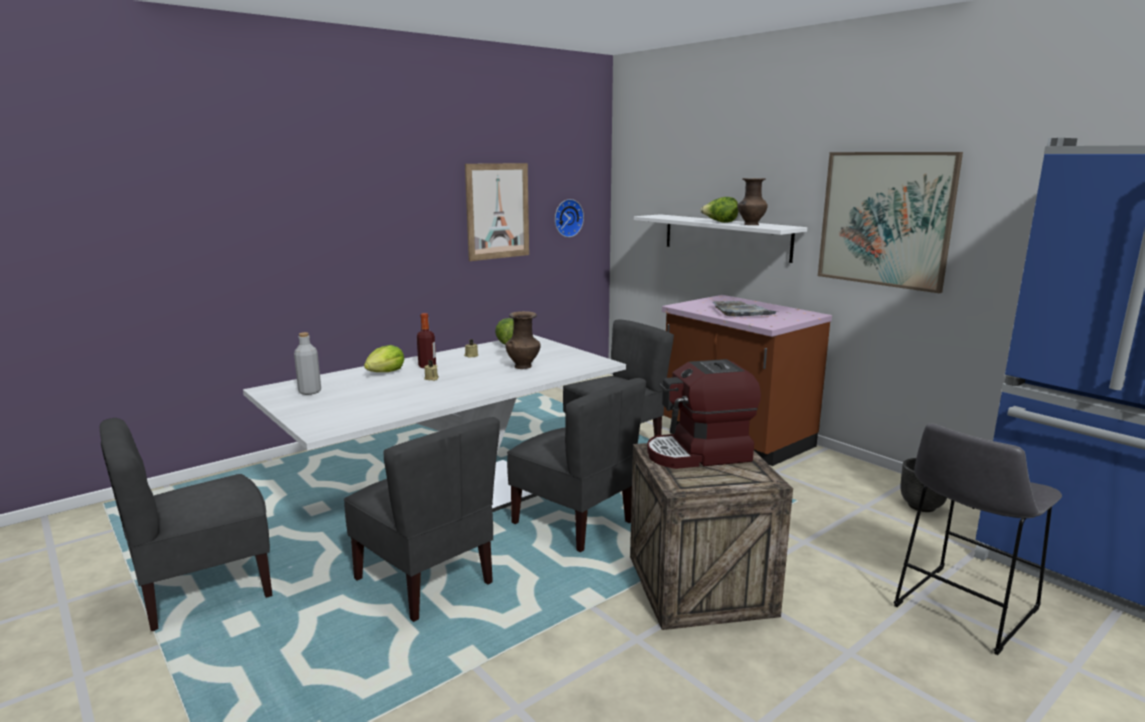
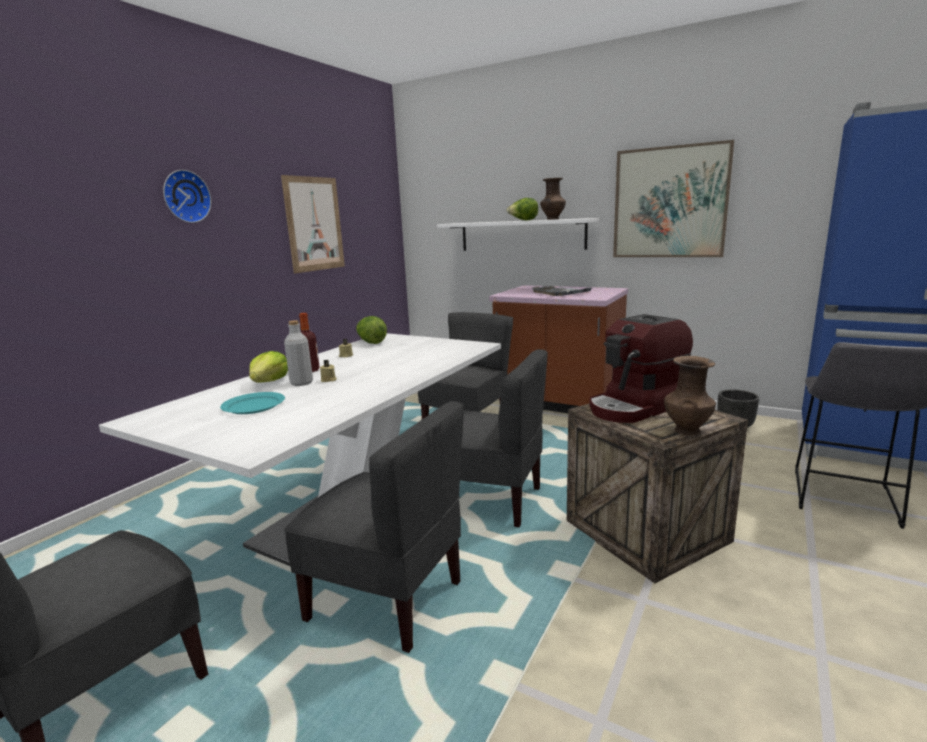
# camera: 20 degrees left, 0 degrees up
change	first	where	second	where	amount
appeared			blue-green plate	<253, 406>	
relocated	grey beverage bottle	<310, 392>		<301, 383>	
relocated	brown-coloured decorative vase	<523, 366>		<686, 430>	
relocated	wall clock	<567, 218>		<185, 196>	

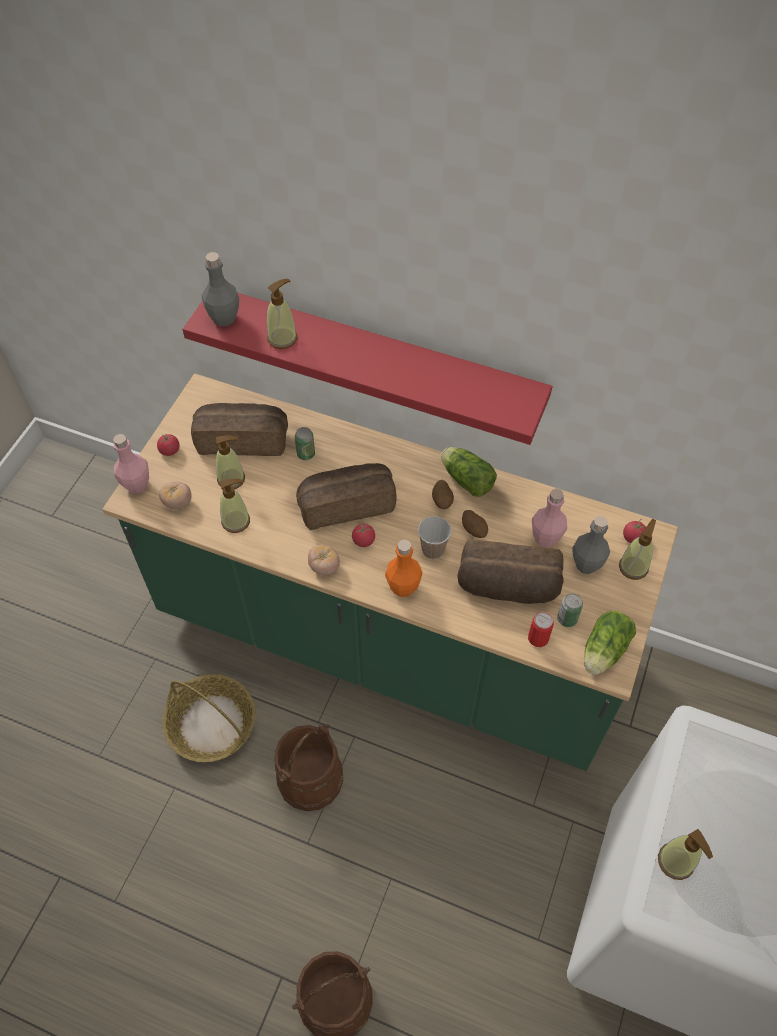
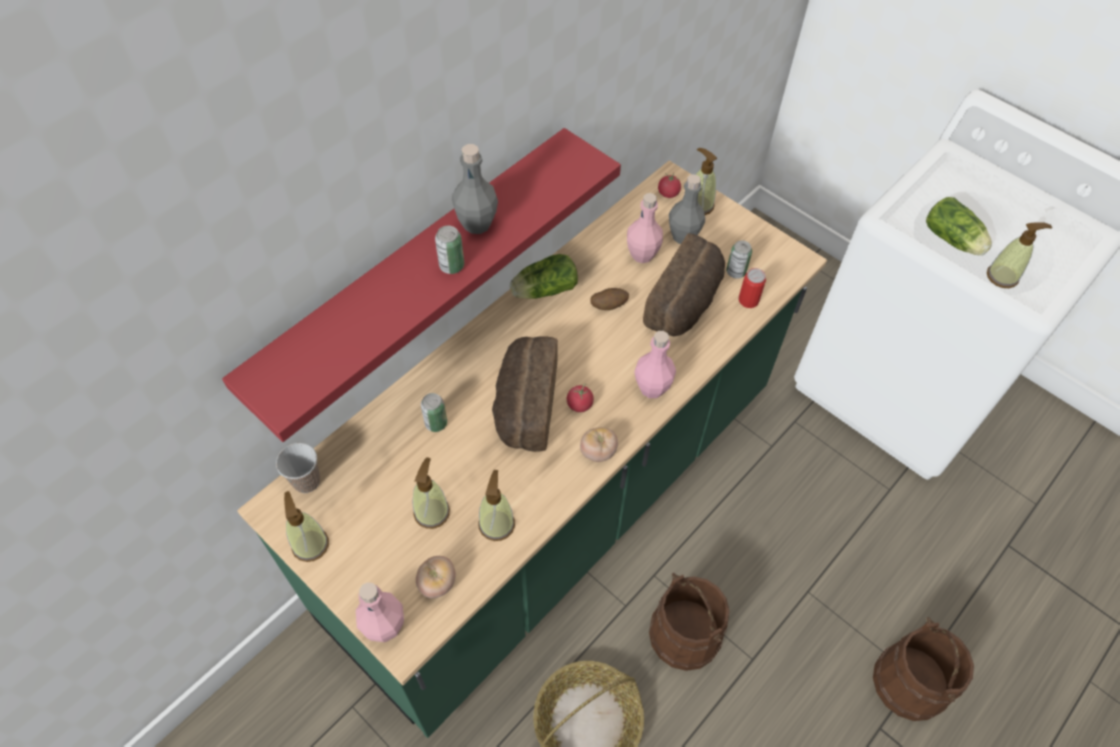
# camera: 70 degrees left, 0 degrees up
change	first	where	second	where	amount
missing	fresh tomato	<169, 450>			
missing	baked bread	<243, 439>			
missing	whole potato	<442, 501>			
appeared			metal can	<451, 266>	
relocated	grey beverage bottle	<224, 318>		<477, 224>	
relocated	liquid soap bottle	<282, 338>		<310, 544>	
relocated	drinking cup	<433, 550>		<306, 481>	
relocated	lettuce head	<603, 652>		<953, 241>	
colour	orangey beverage bottle	<403, 587>	pinkish beverage bottle	<652, 388>	

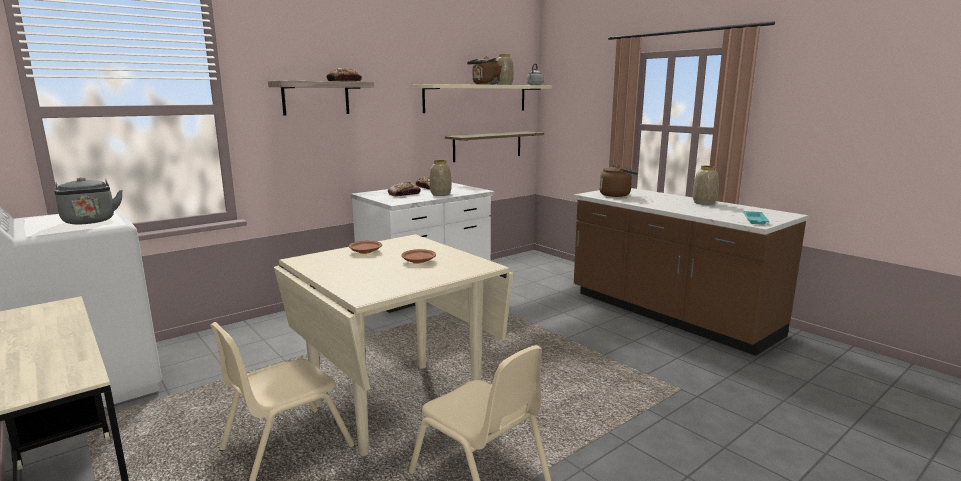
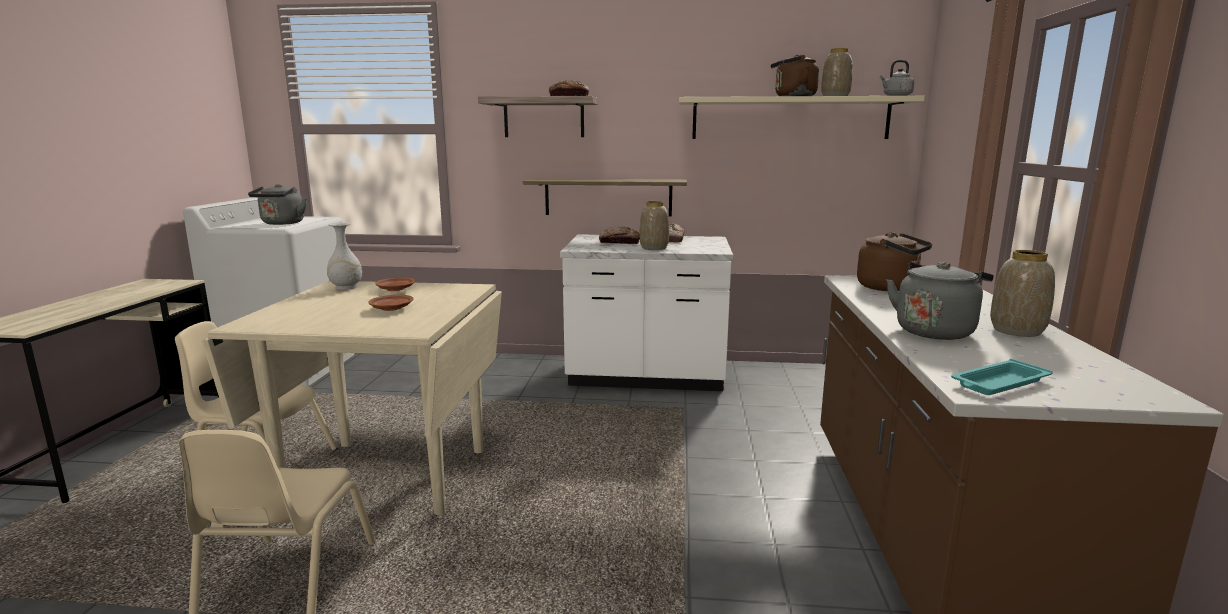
# camera: 45 degrees right, 0 degrees up
change	first	where	second	where	amount
appeared			white-coloured decorative vase	<346, 287>	
appeared			grey tea kettle	<935, 331>	
relocated	wall shelf	<487, 146>		<608, 197>	

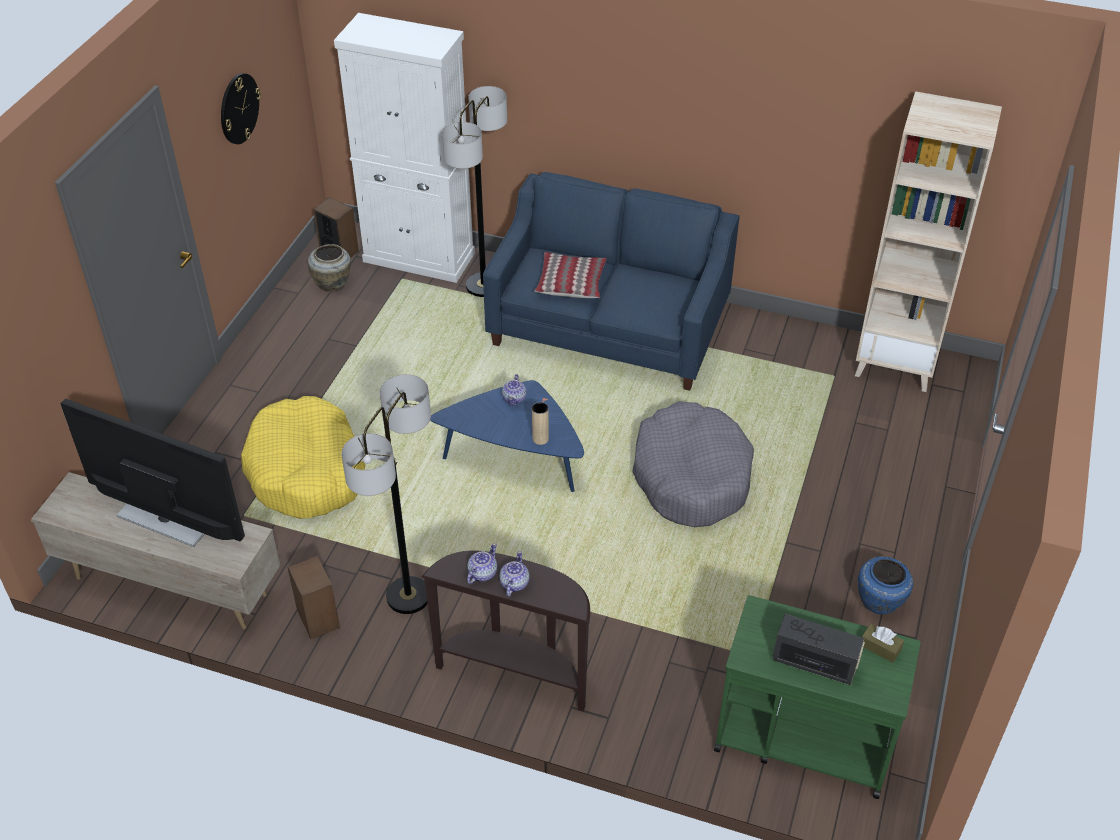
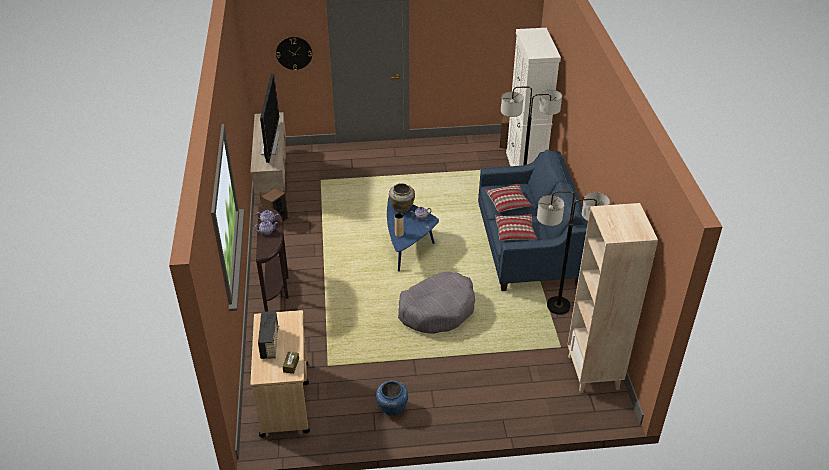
# camera: 65 degrees right, 5 degrees down
change	first	where	second	where	amount
missing	yellow-coloured pet bed	<306, 471>			
appeared			pillow	<515, 232>	
relocated	wall clock	<239, 108>		<294, 53>	
relocated	sand-coloured decorative vase	<333, 284>		<401, 208>	
relocated	standing lamp	<408, 596>		<558, 306>	
colour	green wheeled cart	<802, 738>	sand-coloured wheeled cart	<285, 398>	

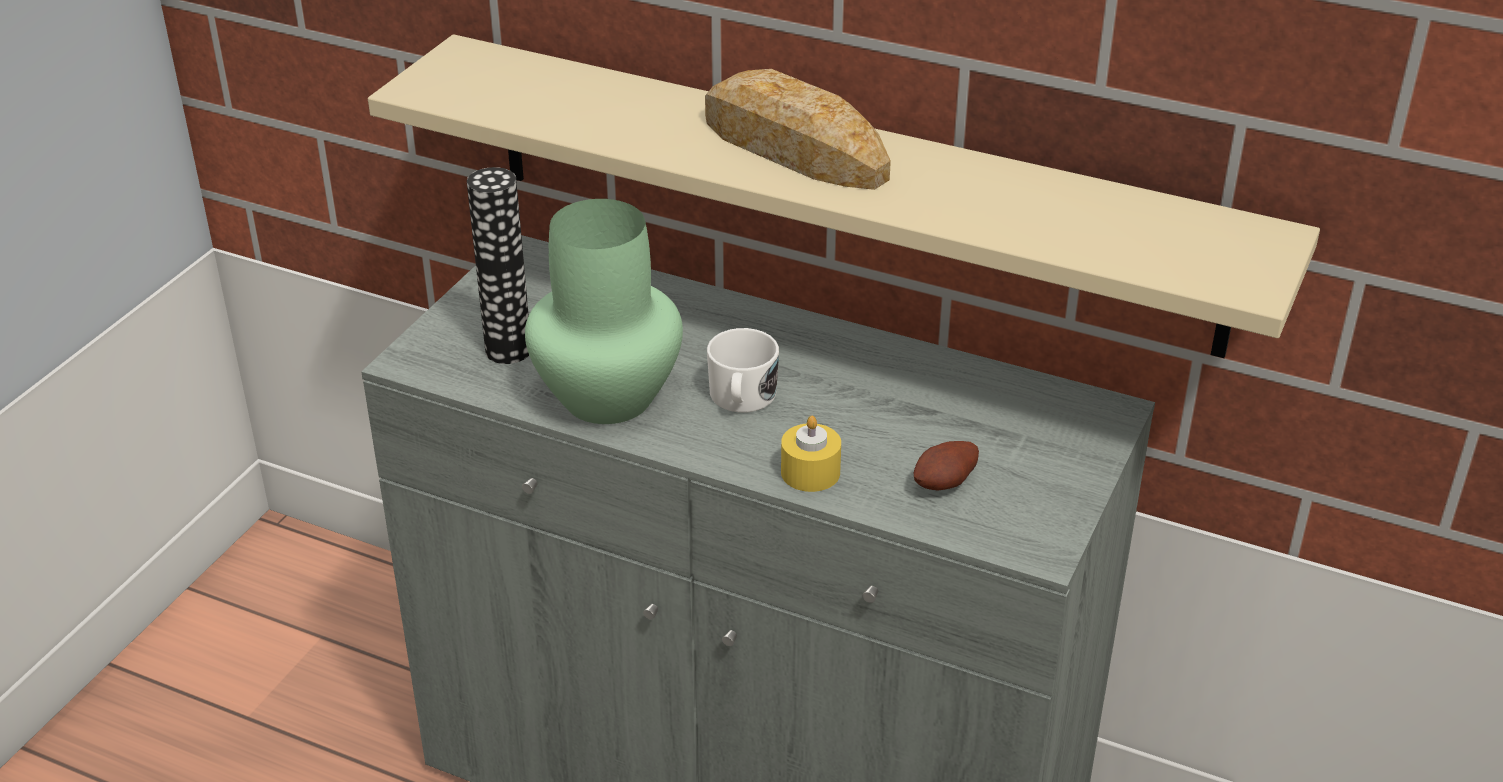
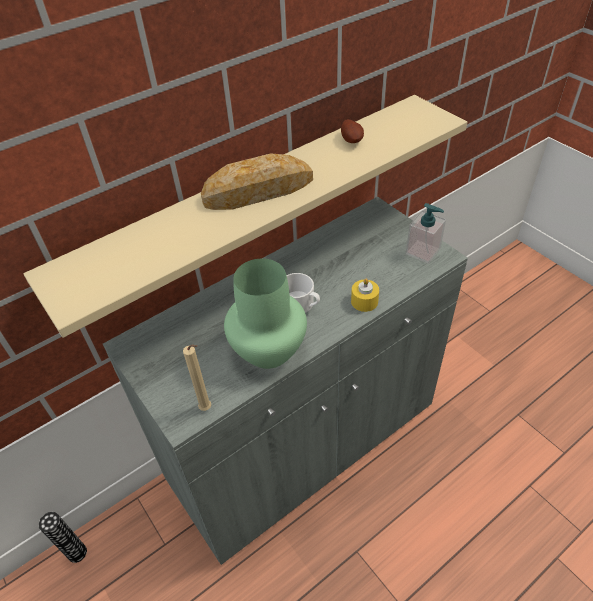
# camera: 60 degrees left, 10 degrees up
change	first	where	second	where	amount
appeared			sand-coloured wax candle	<207, 409>	
appeared			liquid soap bottle	<423, 252>	
relocated	decorative vase	<508, 350>		<77, 553>	
relocated	whole potato	<946, 484>		<352, 140>	

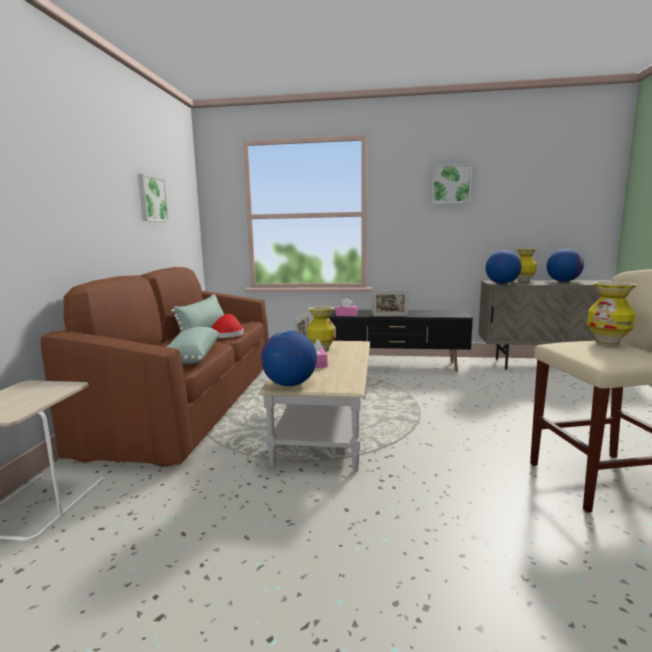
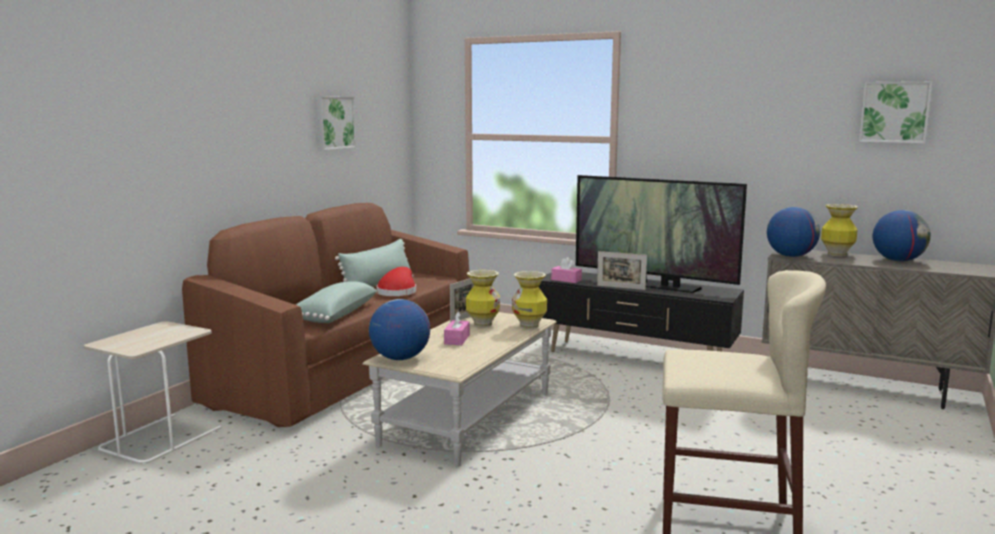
# camera: 20 degrees right, 0 degrees up
change	first	where	second	where	amount
appeared			TV	<653, 285>	
relocated	wall picture	<451, 184>		<894, 112>	
relocated	decorative vase	<607, 343>		<529, 326>	

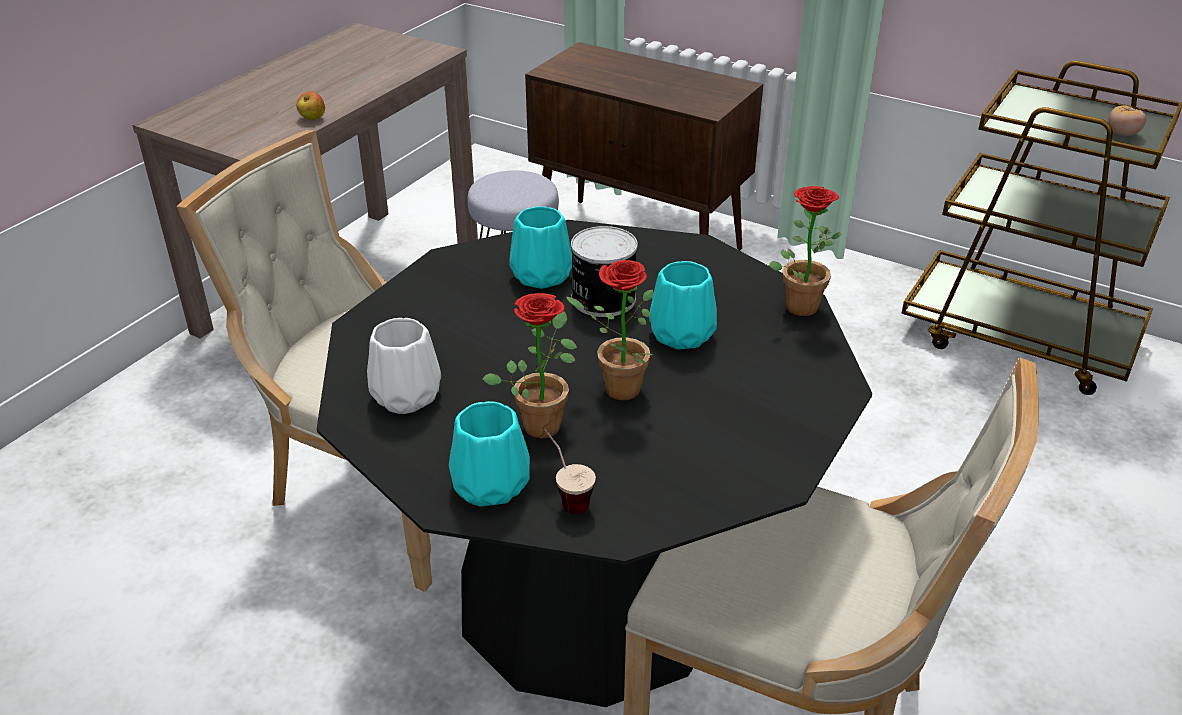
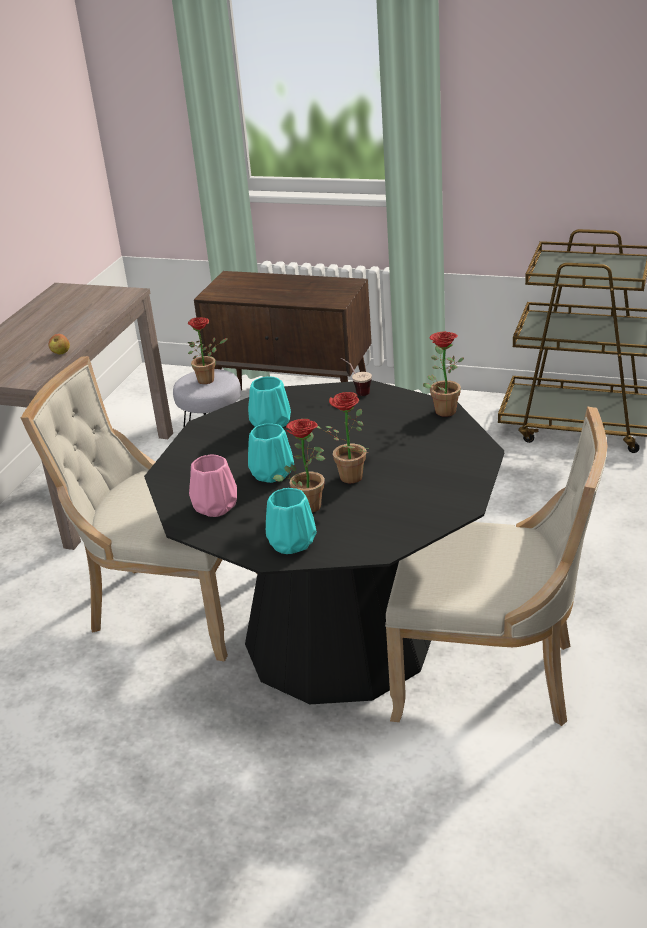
# camera: 10 degrees left, 5 degrees down
change	first	where	second	where	amount
missing	metal can	<601, 299>			
missing	fresh tomato	<1122, 134>			
appeared			plant in a pot	<209, 379>	
relocated	drinking cup	<566, 497>		<356, 391>	
relocated	blue-green decorative vase	<683, 334>		<272, 472>	
colour	white-coloured decorative vase	<407, 396>	pinkish decorative vase	<216, 506>	

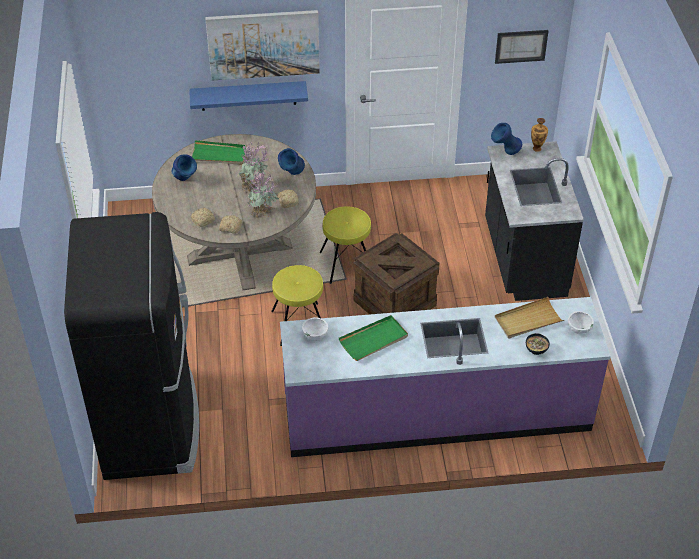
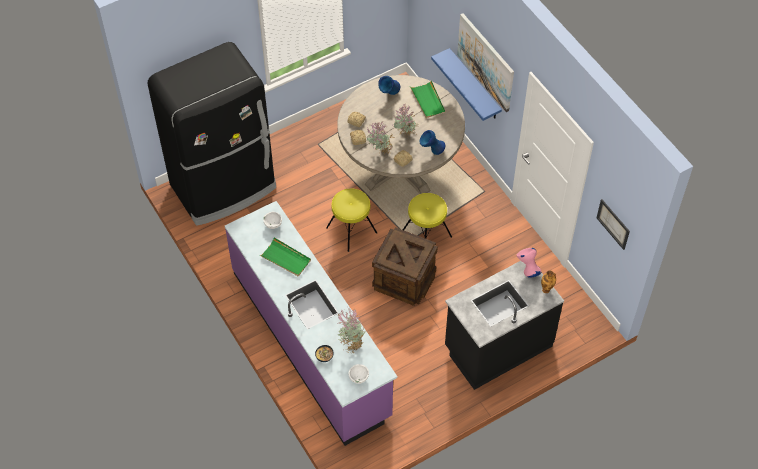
# camera: 65 degrees right, 10 degrees up
change	first	where	second	where	amount
exchanged	sand-coloured tray	<528, 320>	plant in a pot	<351, 343>	
colour	blue-coloured decorative vase	<505, 152>	pinkish decorative vase	<527, 270>	

